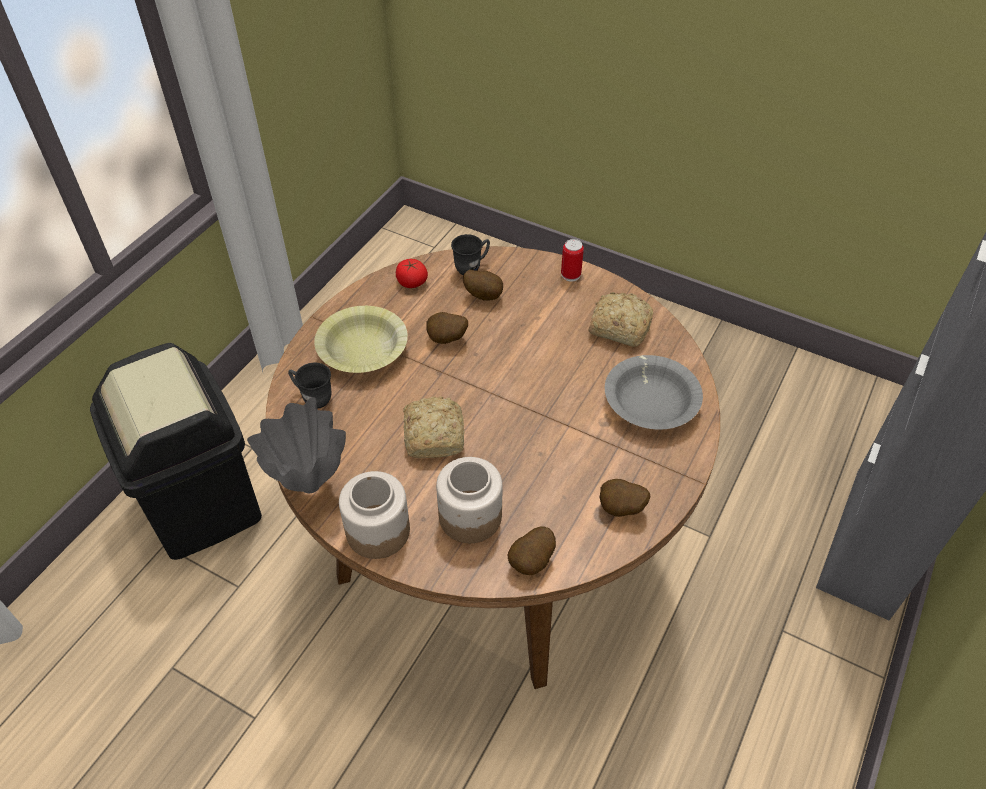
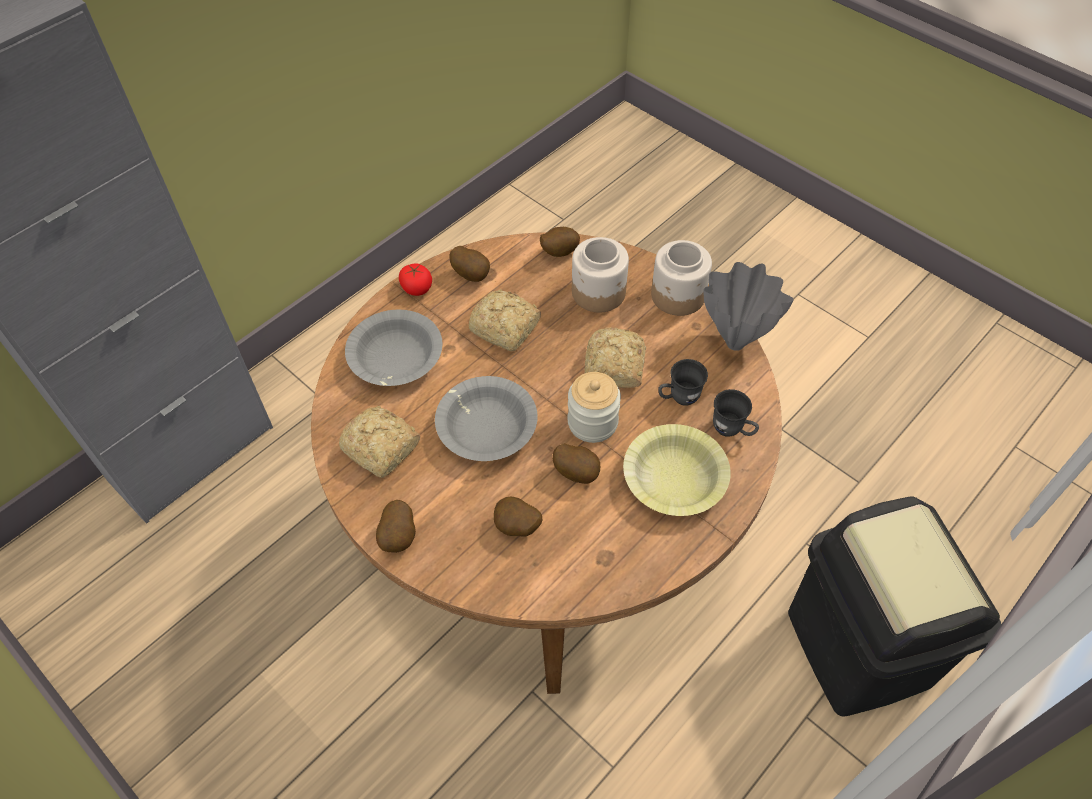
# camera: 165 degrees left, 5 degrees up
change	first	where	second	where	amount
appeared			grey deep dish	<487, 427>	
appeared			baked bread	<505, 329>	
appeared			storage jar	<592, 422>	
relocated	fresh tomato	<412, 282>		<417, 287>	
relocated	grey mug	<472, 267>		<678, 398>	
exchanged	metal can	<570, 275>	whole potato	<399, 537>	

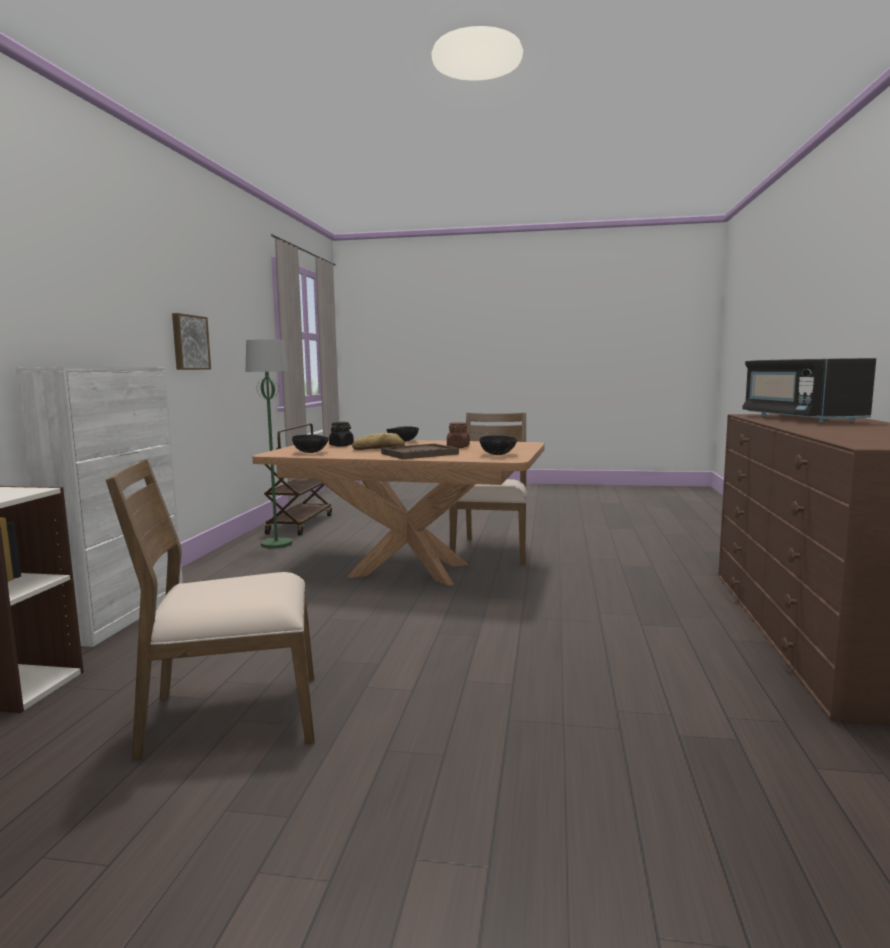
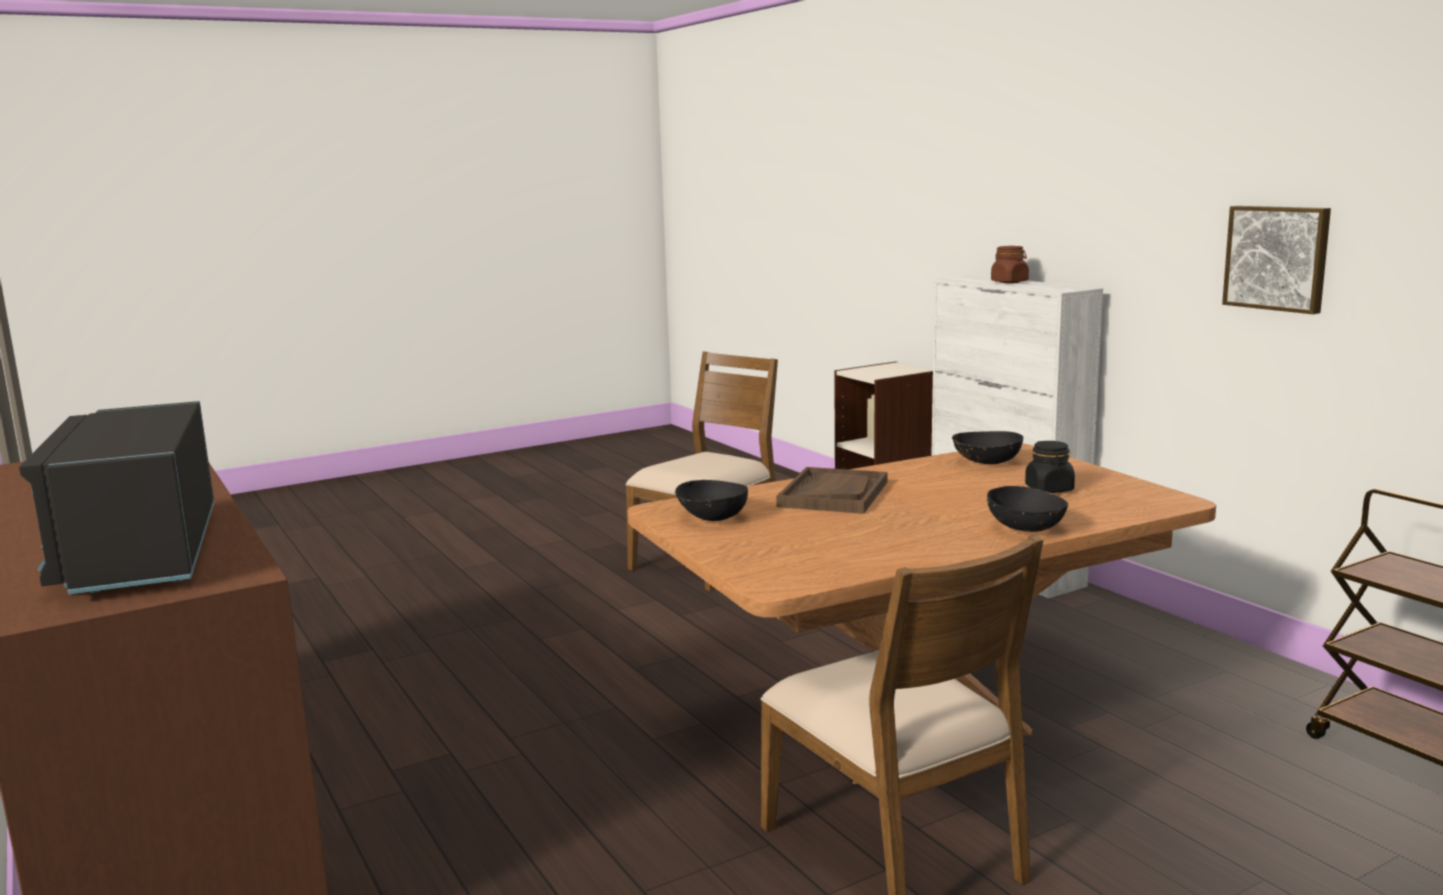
# camera: 140 degrees right, 5 degrees up
change	first	where	second	where	amount
missing	green standing lamp	<277, 544>			
missing	baked bread	<378, 449>			
relocated	brown-coloured storage jar	<458, 447>		<1009, 282>	
spun	black microwave	<799, 418>		<141, 554>	150 degrees counterclockwise

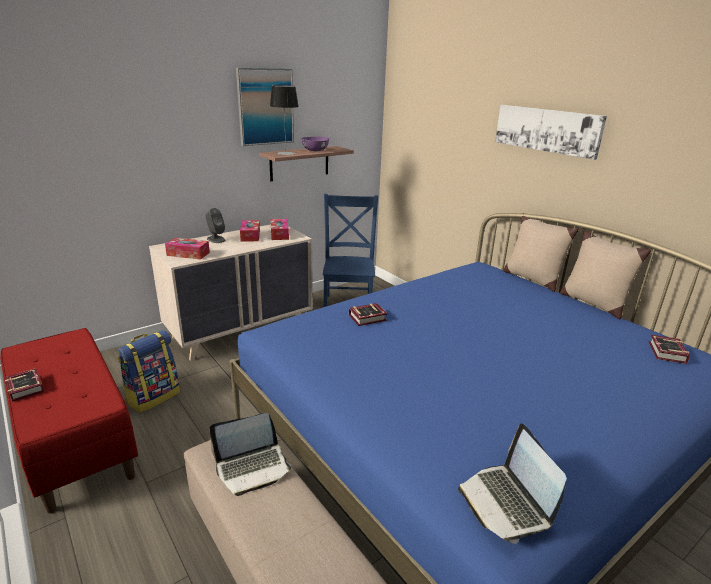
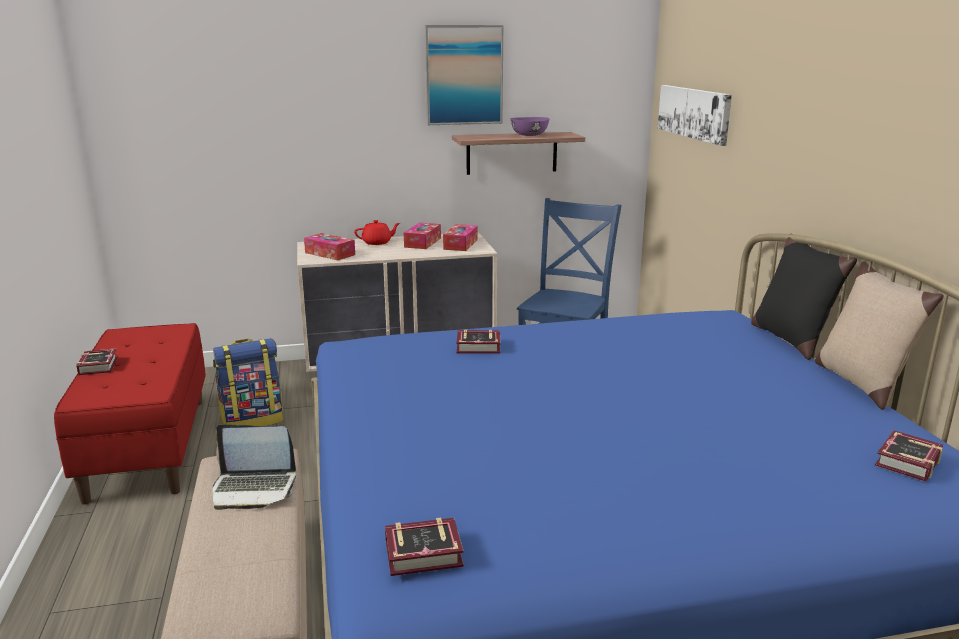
# camera: 25 degrees right, 5 degrees down
change	first	where	second	where	amount
missing	tabletop lamp	<285, 153>			
relocated	wall picture	<547, 130>		<694, 113>	
exchanged	grey speaker	<216, 239>	red-coloured pot for tea	<377, 242>	
exchanged	notebook computer	<506, 502>	book	<427, 554>	
colour	sand-coloured pillow	<532, 279>	black pillow	<791, 339>	

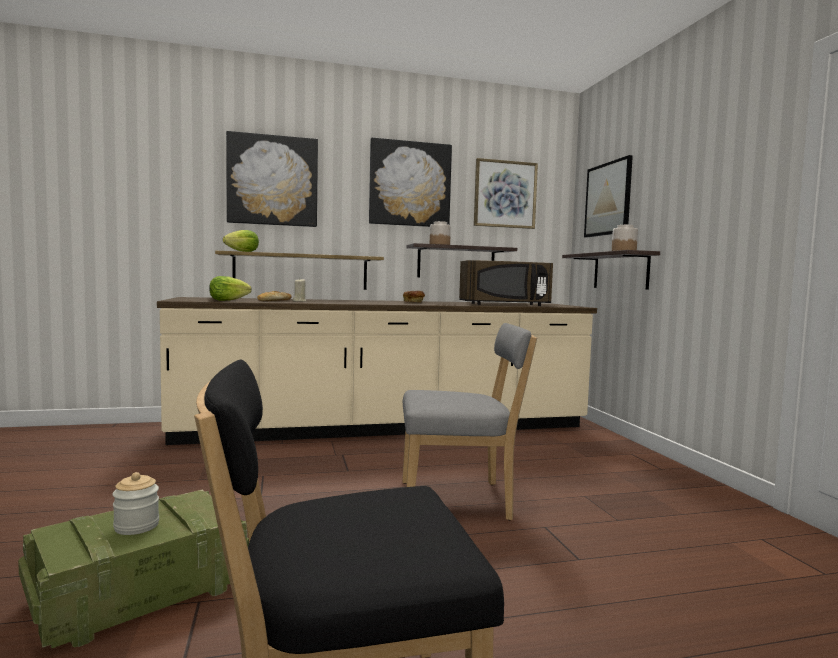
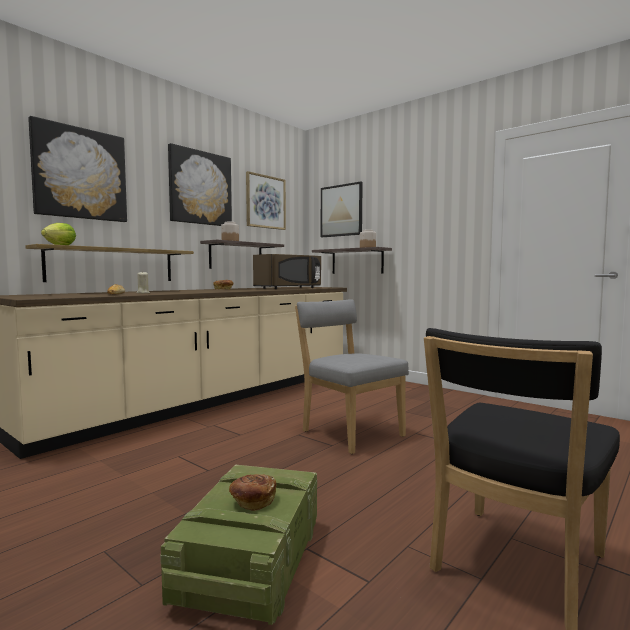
# camera: 35 degrees left, 0 degrees up
change	first	where	second	where	amount
missing	lettuce head	<228, 300>			
exchanged	storage jar	<136, 526>	baked bread	<253, 502>	
spun	grey upright chair	<460, 501>		<349, 432>	90 degrees counterclockwise

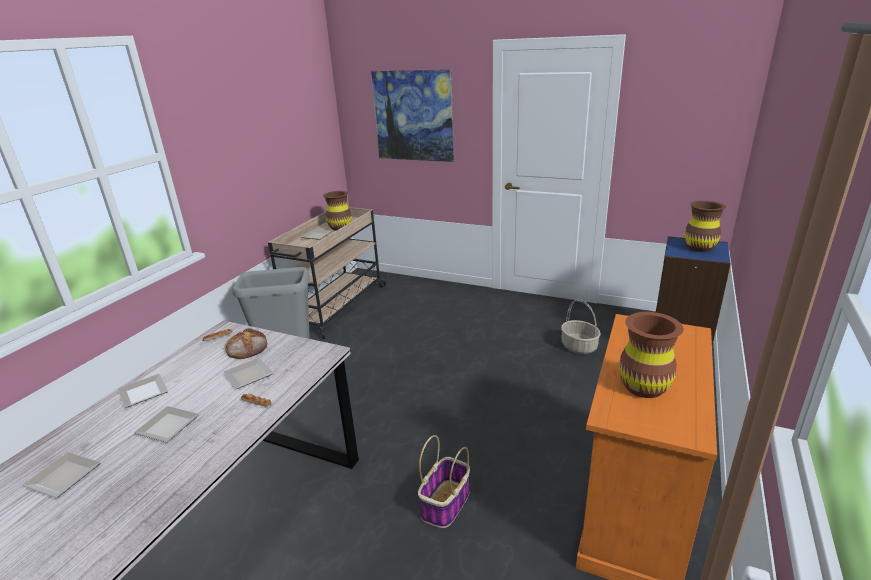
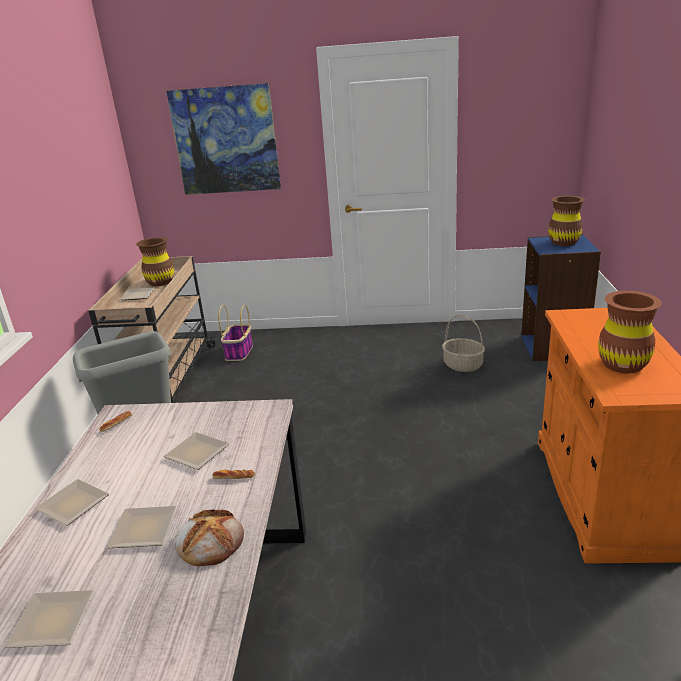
# camera: 20 degrees left, 0 degrees up
change	first	where	second	where	amount
relocated	baked bread	<247, 347>		<210, 540>	
relocated	basket	<445, 505>		<239, 352>	

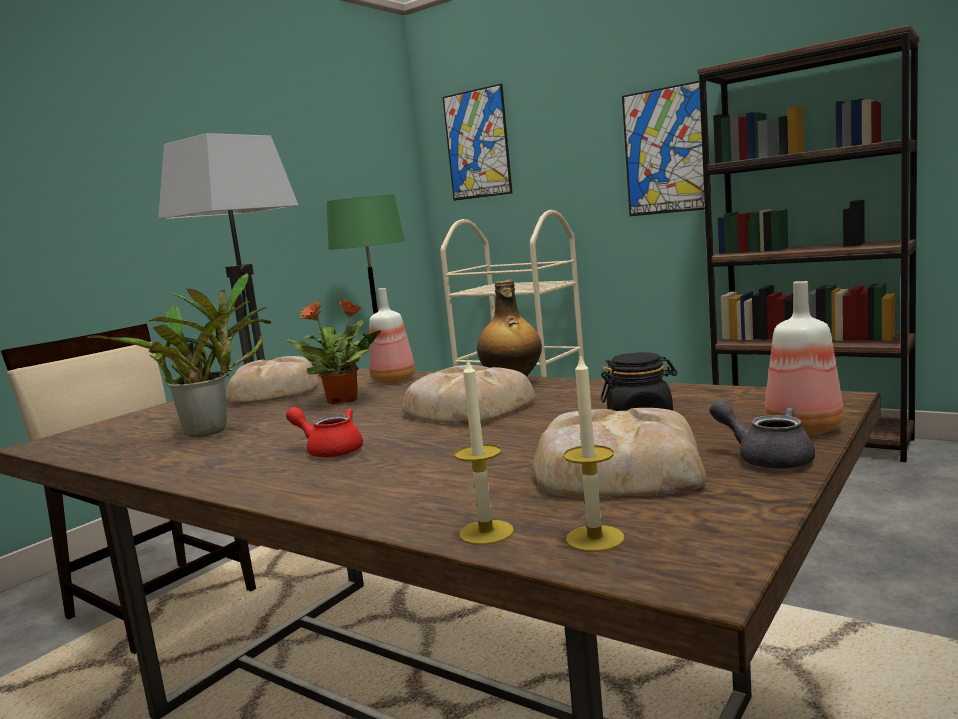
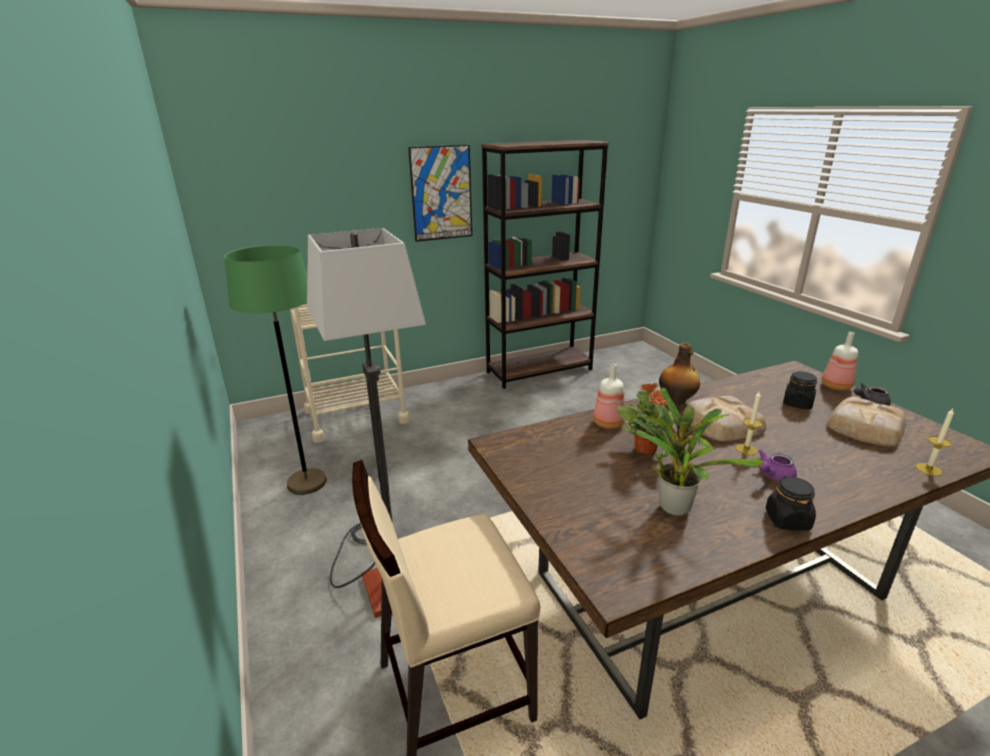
# camera: 60 degrees left, 15 degrees up
change	first	where	second	where	amount
missing	baked bread	<275, 391>			
missing	wall picture	<477, 144>			
appeared			black storage jar	<787, 520>	
relocated	wax candle	<595, 538>		<746, 449>	
colour	red-coloured pot for tea	<330, 450>	purple-coloured pot for tea	<773, 476>	

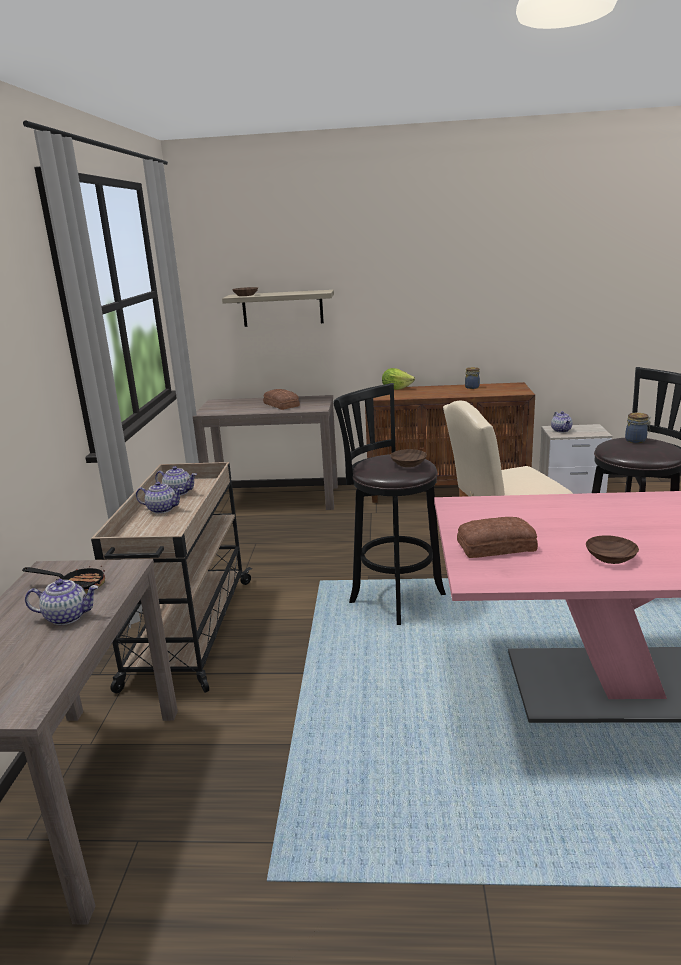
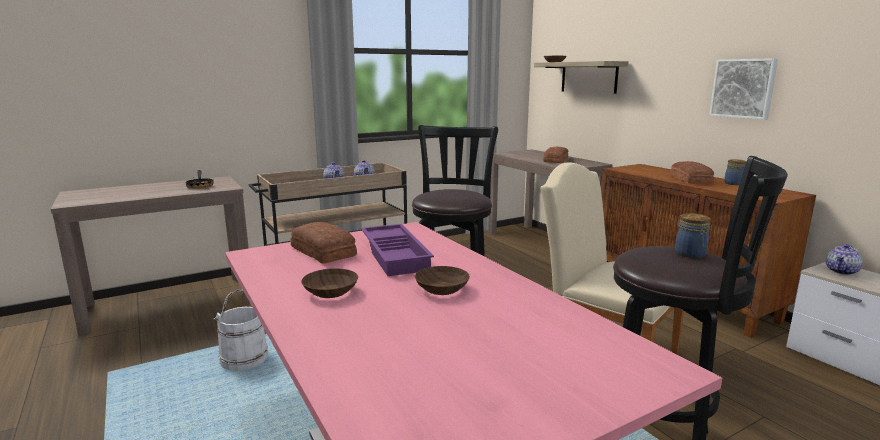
# camera: 55 degrees right, 5 degrees down
change	first	where	second	where	amount
missing	pot for tea	<67, 616>			
missing	lettuce head	<396, 388>			
appeared			white-coloured water bucket	<244, 358>	
appeared			purple-coloured tray	<396, 255>	
appeared			baked bread	<691, 179>	
appeared			wall picture	<743, 88>	
relocated	brown-coloured deep dish	<408, 464>		<440, 289>	

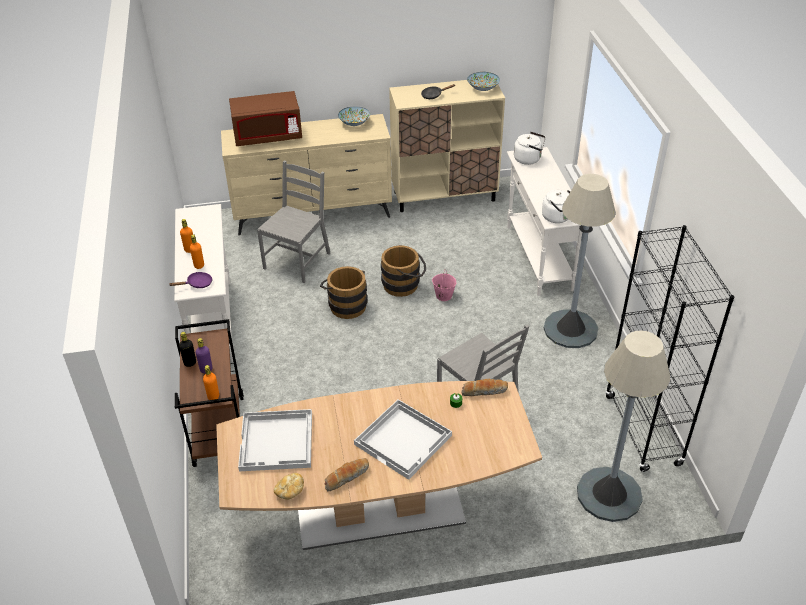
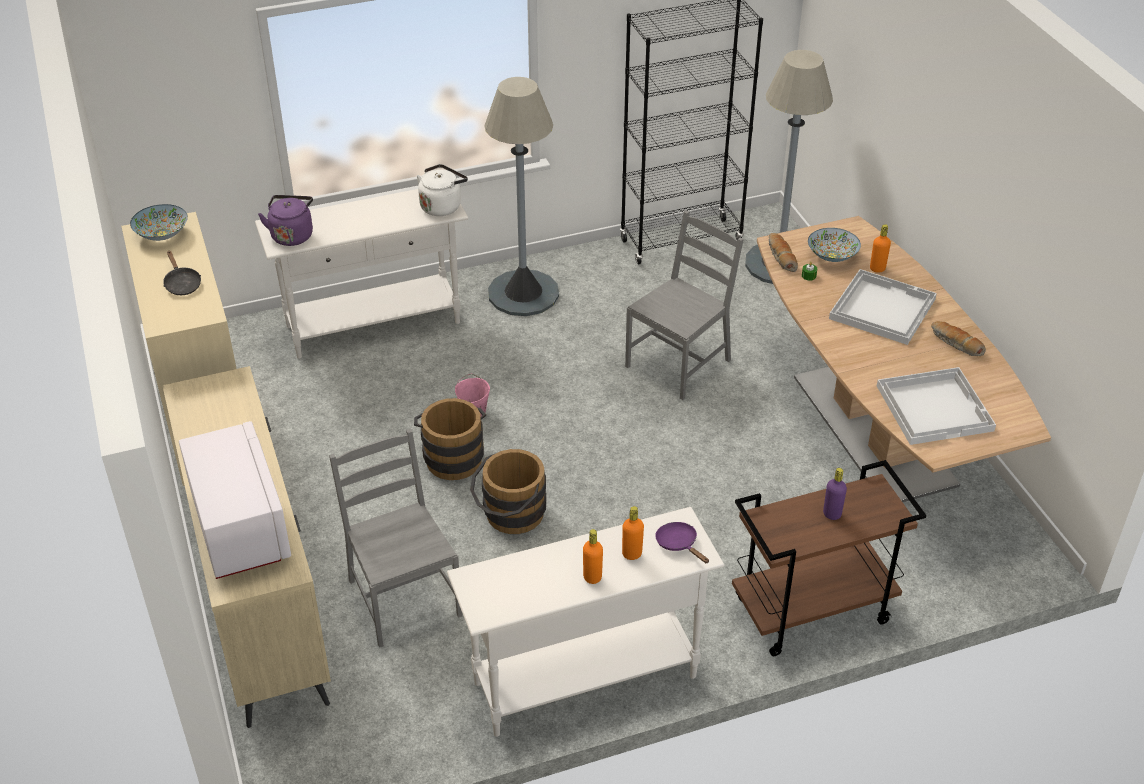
# camera: 100 degrees left, 0 degrees up
change	first	where	second	where	amount
missing	black beverage bottle	<190, 363>			
missing	baked bread	<290, 491>			
relocated	orangey beverage bottle	<213, 396>		<877, 268>	
relocated	deep dish	<354, 123>		<832, 256>	
colour	brown-coloured microwave	<268, 136>	white-coloured microwave	<240, 526>	
colour	white-coloured tea kettle	<529, 159>	purple-coloured tea kettle	<292, 235>	
spun	grey upright chair	<297, 260>		<402, 598>	45 degrees clockwise

